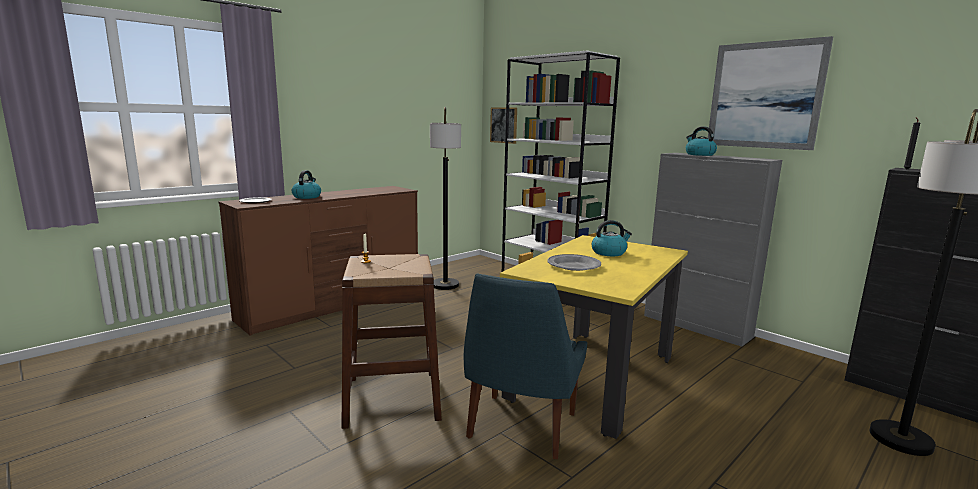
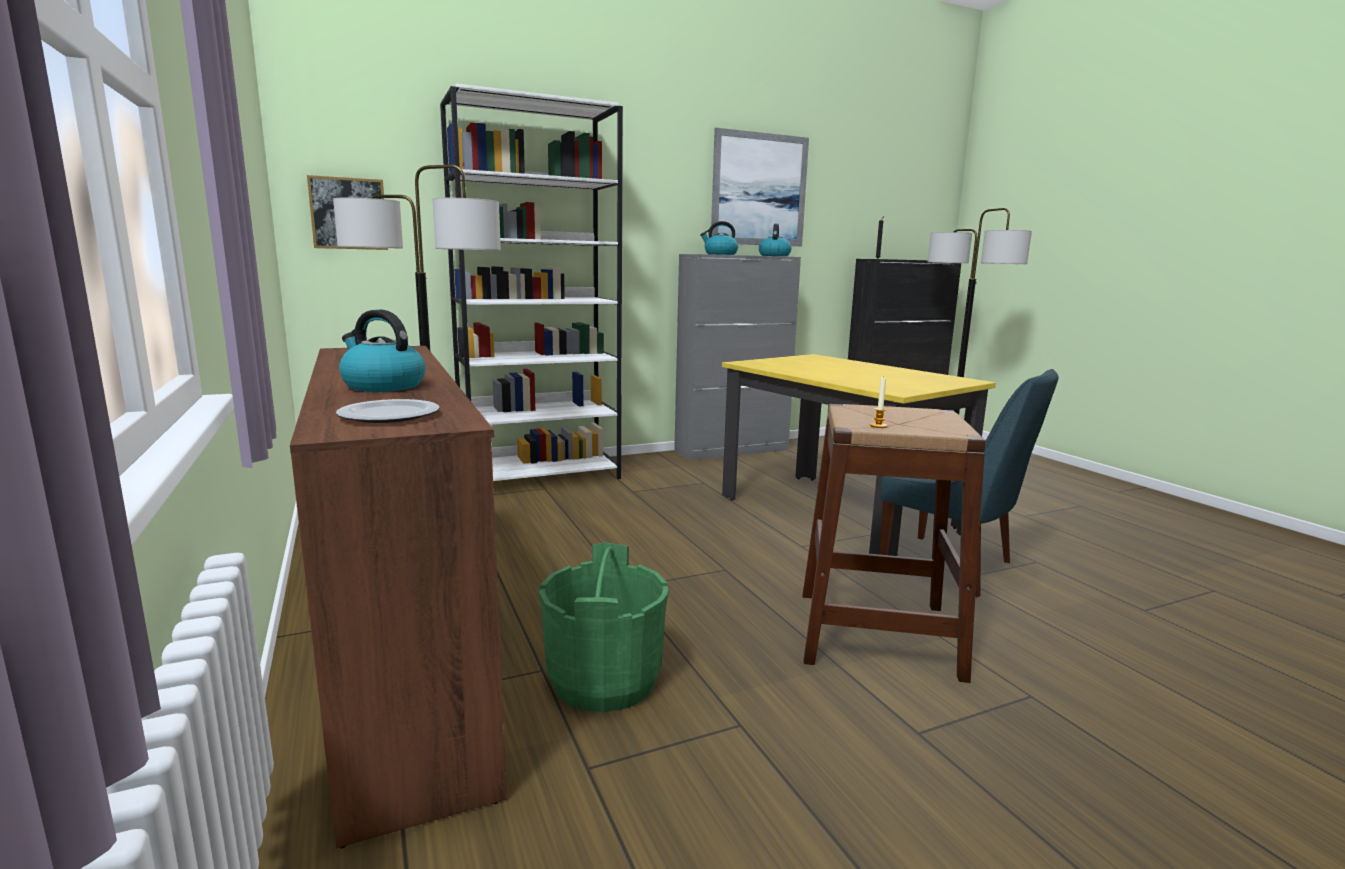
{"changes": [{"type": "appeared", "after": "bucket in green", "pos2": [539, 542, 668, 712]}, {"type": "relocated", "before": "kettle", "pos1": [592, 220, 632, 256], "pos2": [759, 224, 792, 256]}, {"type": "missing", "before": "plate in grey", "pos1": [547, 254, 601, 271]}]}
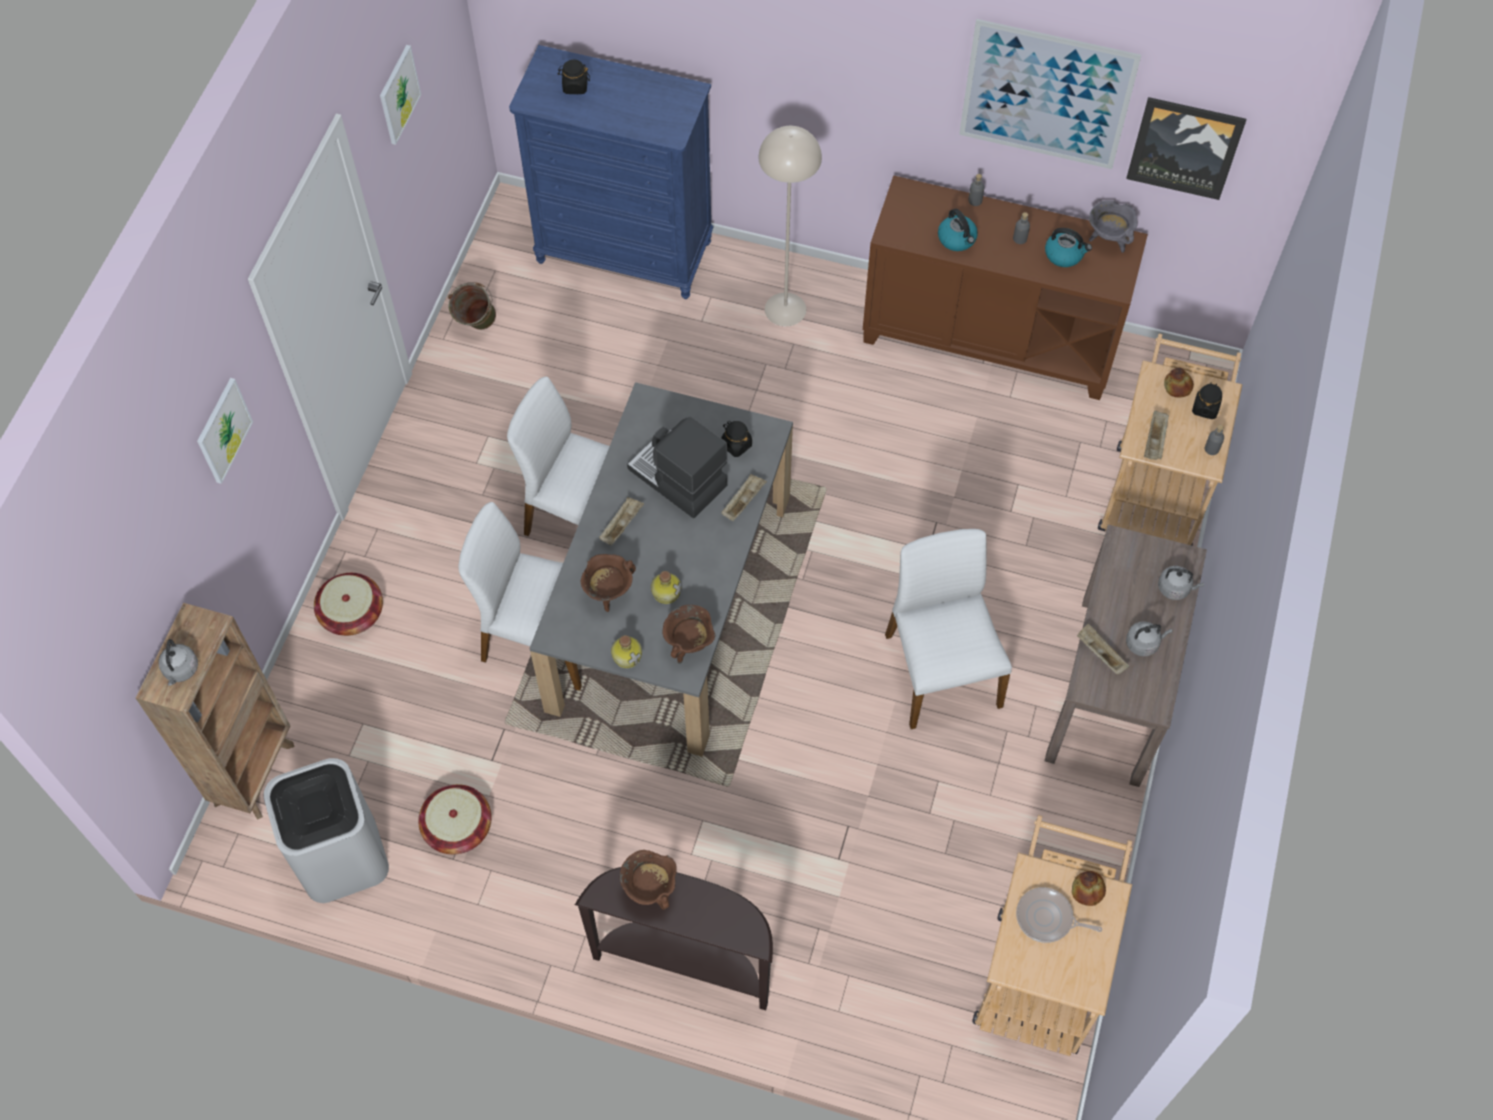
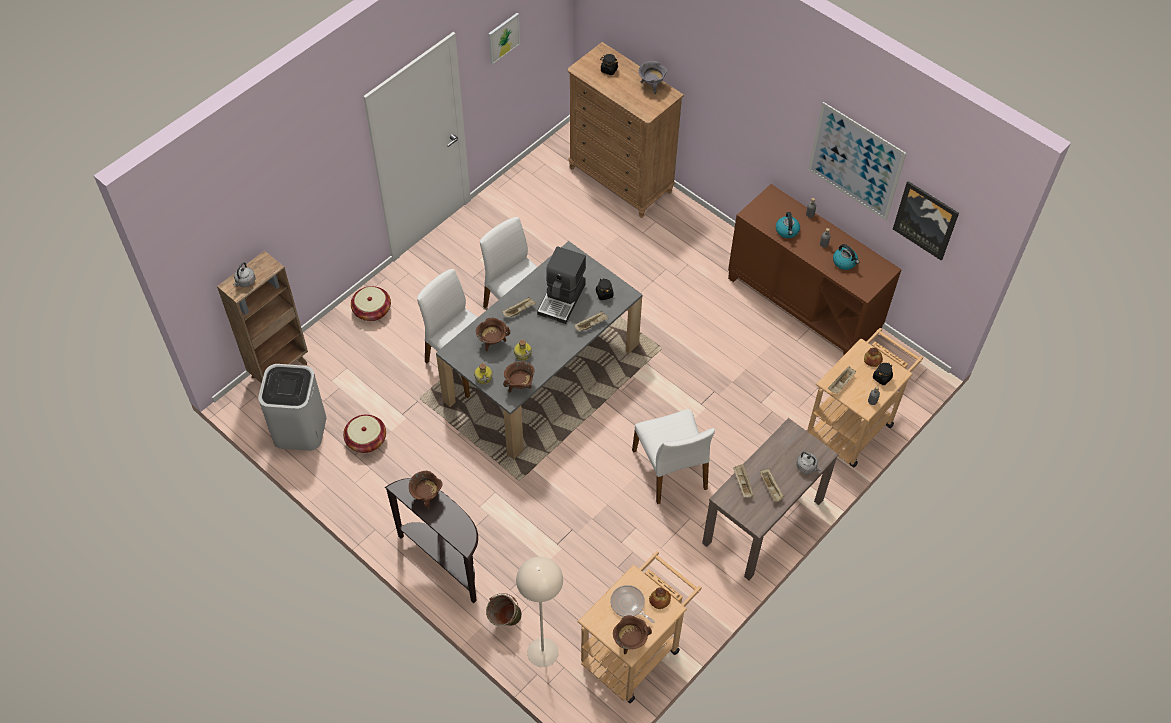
{"changes": [{"type": "relocated", "before": "bucket in green", "pos1": [448, 282, 496, 330], "pos2": [486, 593, 522, 626]}, {"type": "relocated", "before": "floor lamp in beige", "pos1": [759, 126, 822, 326], "pos2": [516, 557, 563, 667]}, {"type": "spun", "before": "coffee machine", "pos1": [627, 417, 728, 518], "pos2": [537, 246, 586, 324], "turn": -135}, {"type": "colour", "before": "dresser in blue", "after": "dresser in brown", "pos1": [509, 45, 714, 299], "pos2": [568, 42, 684, 218]}, {"type": "appeared", "after": "cooking pot in brown", "pos2": [613, 615, 652, 654]}, {"type": "spun", "before": "chair in white", "pos1": [885, 529, 1012, 729], "pos2": [632, 409, 715, 504], "turn": 150}, {"type": "relocated", "before": "cooking pot in grey", "pos1": [1089, 200, 1138, 253], "pos2": [639, 61, 668, 94]}, {"type": "exchanged", "before": "kettle in grey", "after": "tray in beige", "pos1": [1126, 621, 1172, 656], "pos2": [760, 469, 784, 502]}, {"type": "missing", "before": "picture", "pos1": [197, 378, 253, 484]}]}
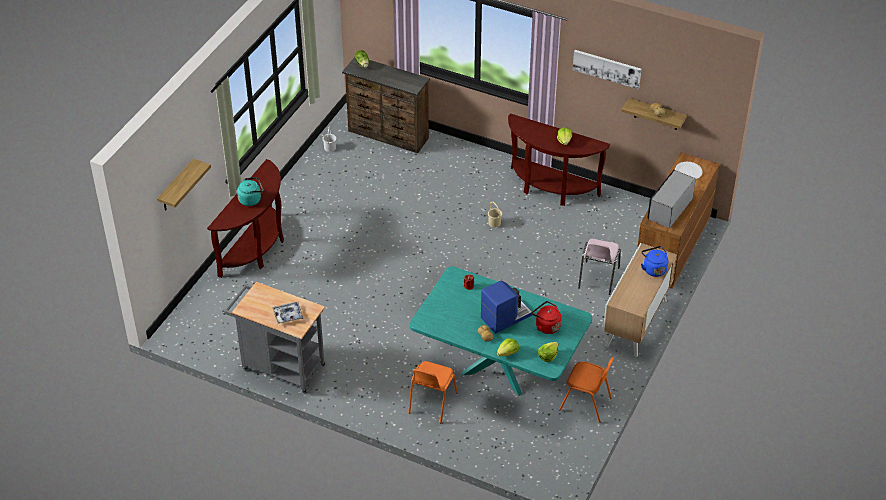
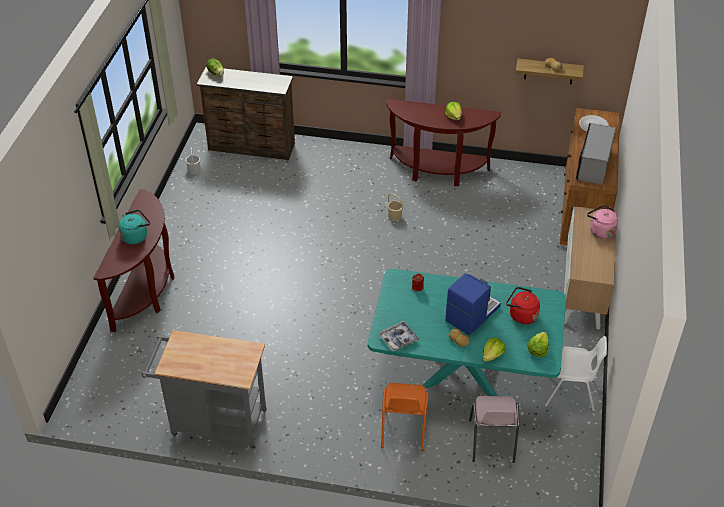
{"changes": [{"type": "relocated", "before": "tray", "pos1": [272, 301, 303, 324], "pos2": [378, 321, 420, 352]}, {"type": "relocated", "before": "chair in pink", "pos1": [578, 239, 621, 295], "pos2": [469, 396, 520, 463]}, {"type": "colour", "before": "chair in orange", "after": "chair in white", "pos1": [559, 357, 614, 423], "pos2": [545, 336, 607, 411]}, {"type": "colour", "before": "kettle in blue", "after": "kettle in pink", "pos1": [641, 246, 668, 277], "pos2": [587, 205, 618, 239]}, {"type": "missing", "before": "shelf", "pos1": [157, 159, 211, 211]}, {"type": "missing", "before": "picture", "pos1": [573, 50, 641, 89]}]}
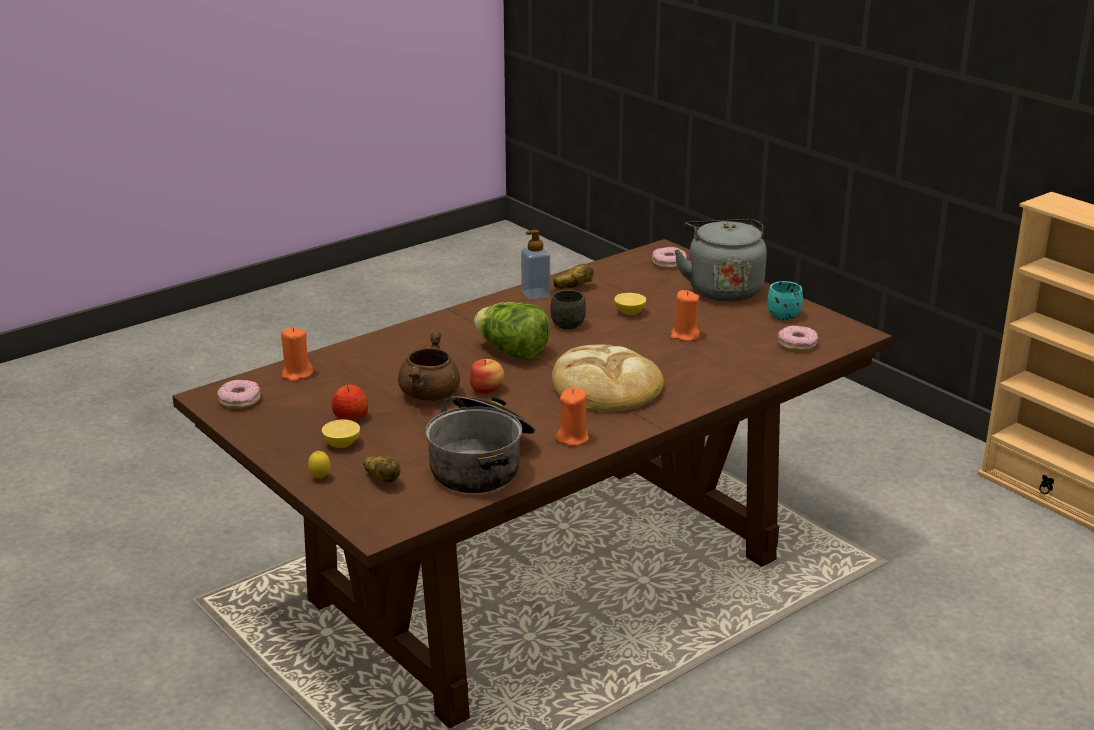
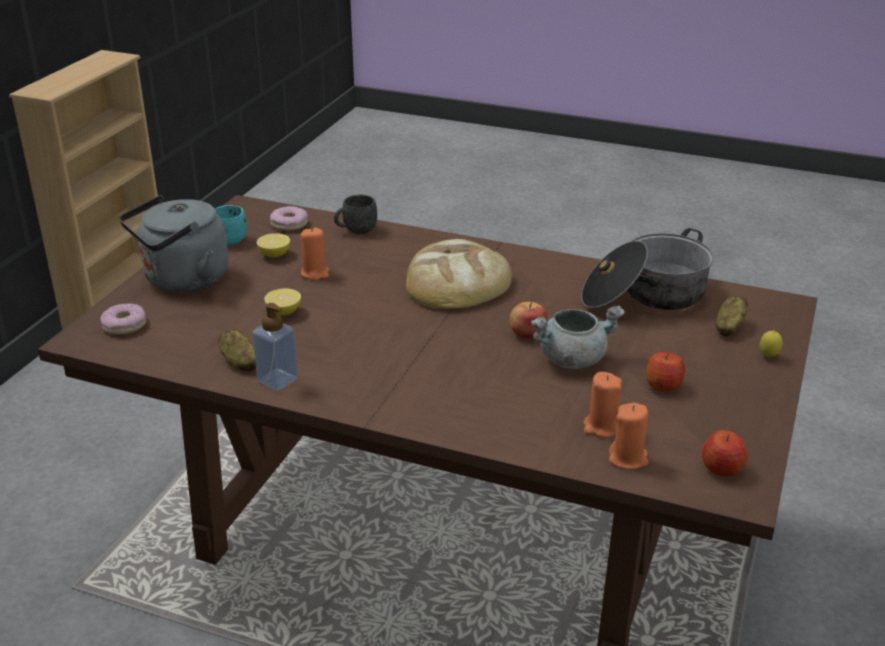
{"changes": [{"type": "relocated", "before": "lemon", "pos1": [322, 419, 360, 448], "pos2": [257, 233, 290, 257]}, {"type": "relocated", "before": "mug in grey", "pos1": [551, 290, 586, 330], "pos2": [334, 195, 377, 234]}, {"type": "colour", "before": "cooking pot in brown", "after": "cooking pot in grey", "pos1": [398, 331, 460, 401], "pos2": [531, 306, 625, 369]}, {"type": "relocated", "before": "candle in orange", "pos1": [556, 387, 589, 446], "pos2": [583, 372, 622, 438]}, {"type": "exchanged", "before": "donut", "after": "apple", "pos1": [217, 380, 260, 409], "pos2": [702, 430, 748, 477]}, {"type": "missing", "before": "lettuce", "pos1": [474, 302, 550, 361]}]}
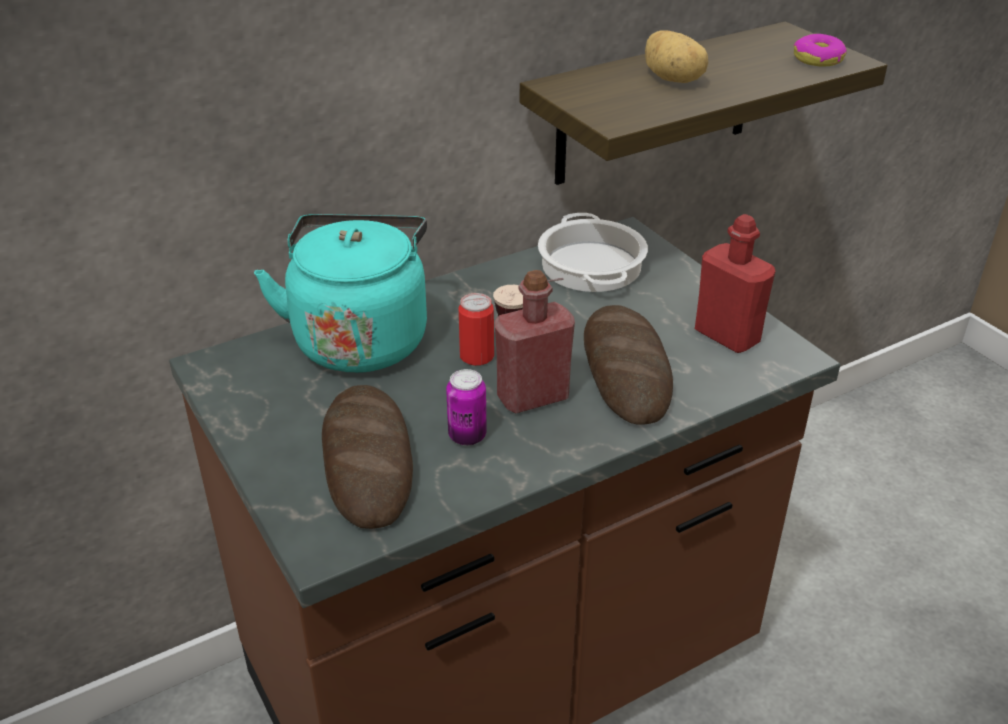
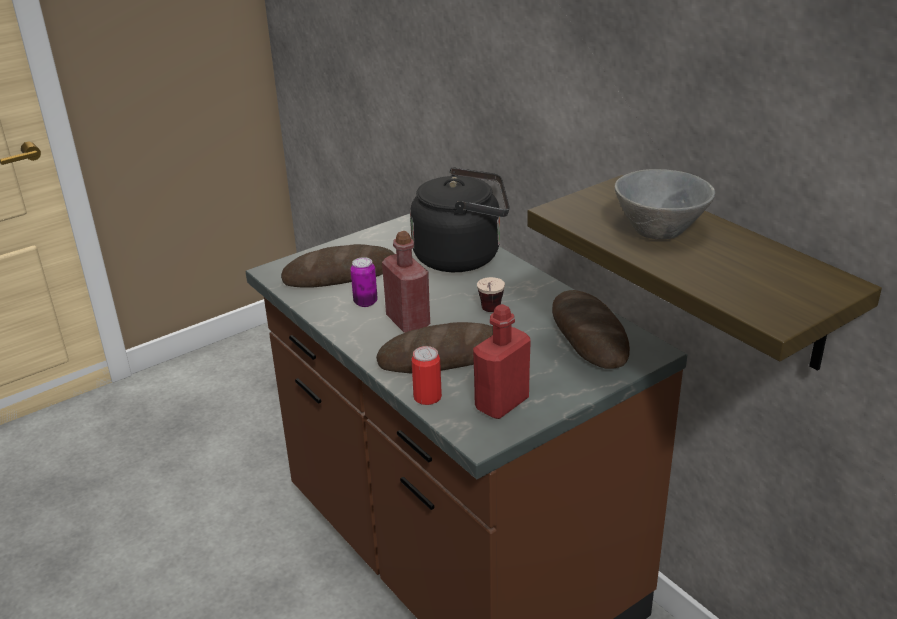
{"changes": [{"type": "colour", "before": "kettle in turquoise", "after": "kettle in black", "pos1": [254, 214, 427, 373], "pos2": [410, 167, 510, 272]}, {"type": "relocated", "before": "can", "pos1": [459, 293, 494, 366], "pos2": [411, 346, 442, 405]}, {"type": "exchanged", "before": "cooking pot", "after": "bread", "pos1": [538, 213, 648, 292], "pos2": [552, 290, 630, 369]}, {"type": "exchanged", "before": "potato", "after": "bowl in grey", "pos1": [645, 30, 708, 83], "pos2": [615, 169, 715, 240]}, {"type": "missing", "before": "donut", "pos1": [794, 34, 847, 67]}]}
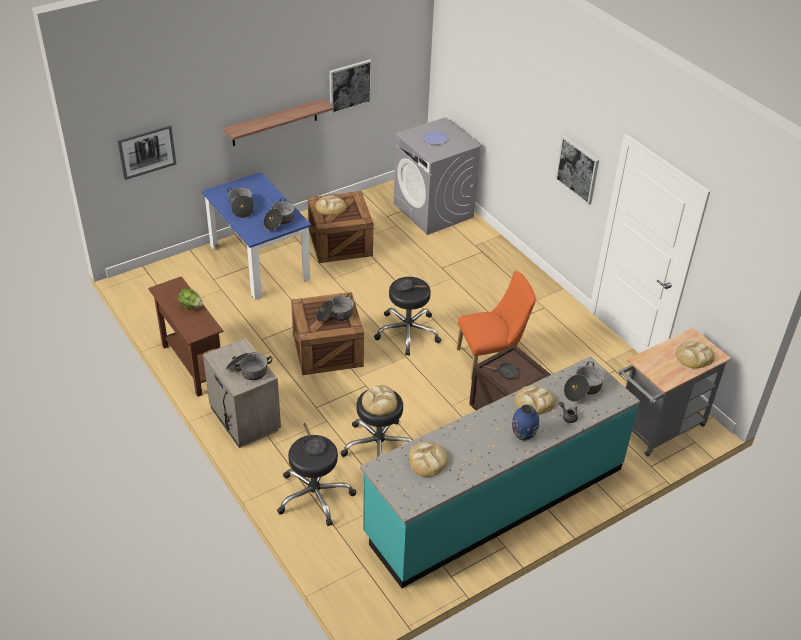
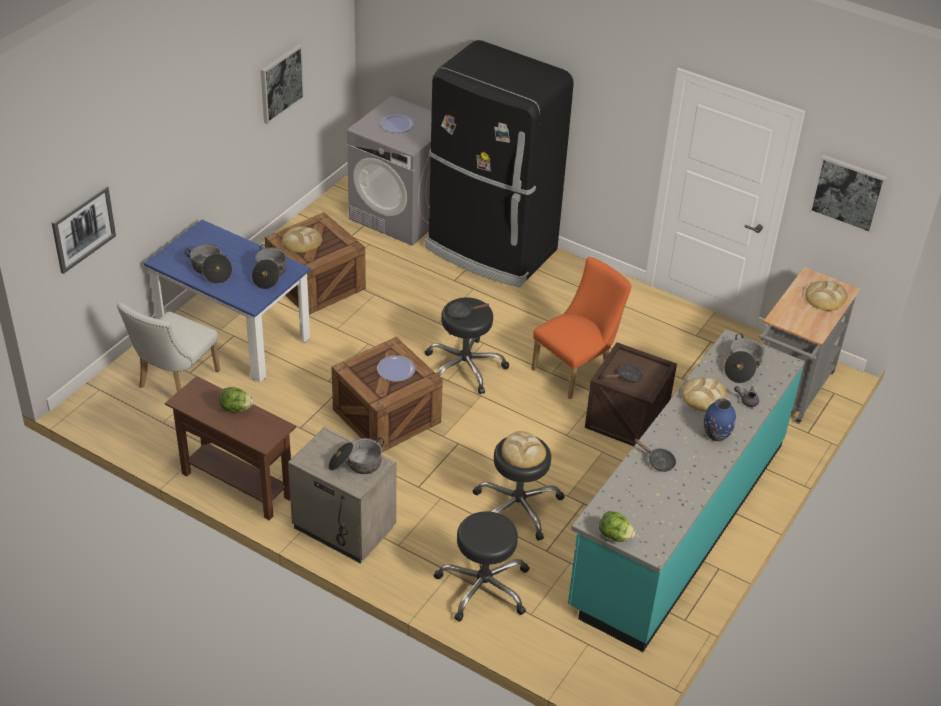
{"changes": [{"type": "appeared", "after": "chair in white", "pos2": [117, 303, 220, 392]}, {"type": "exchanged", "before": "cooking pot", "after": "plate", "pos1": [316, 294, 354, 322], "pos2": [377, 356, 415, 382]}, {"type": "appeared", "after": "fridge in black", "pos2": [425, 40, 574, 287]}, {"type": "appeared", "after": "lettuce", "pos2": [599, 511, 635, 542]}, {"type": "relocated", "before": "frying pan in black", "pos1": [303, 423, 326, 455], "pos2": [634, 439, 676, 472]}, {"type": "relocated", "before": "picture", "pos1": [555, 135, 599, 205], "pos2": [809, 155, 888, 234]}, {"type": "missing", "before": "shelf", "pos1": [223, 99, 333, 146]}, {"type": "missing", "before": "bread", "pos1": [409, 442, 448, 477]}]}
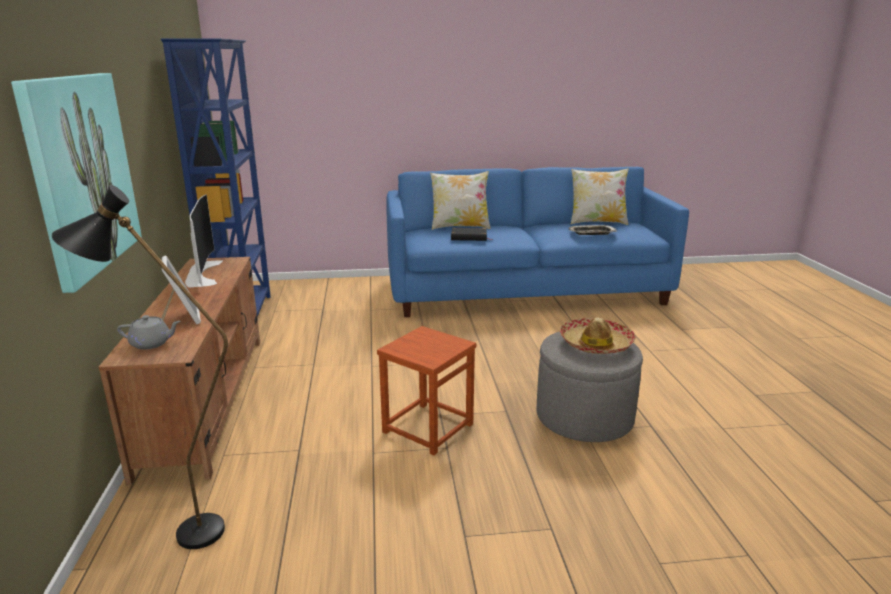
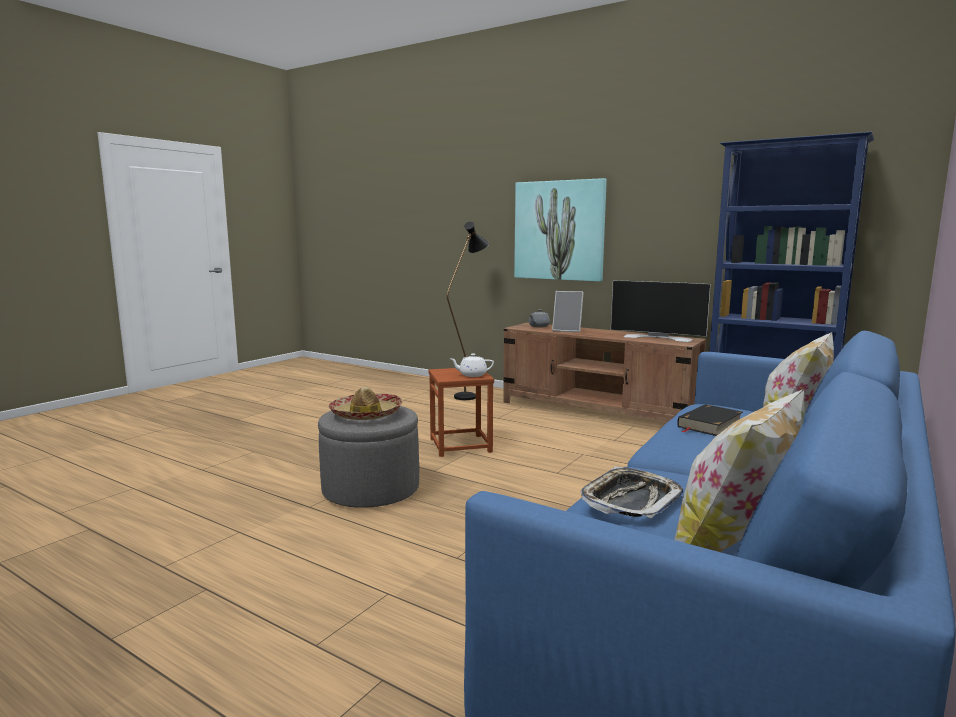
{"changes": [{"type": "appeared", "after": "teapot in white", "pos2": [451, 354, 494, 377]}]}
